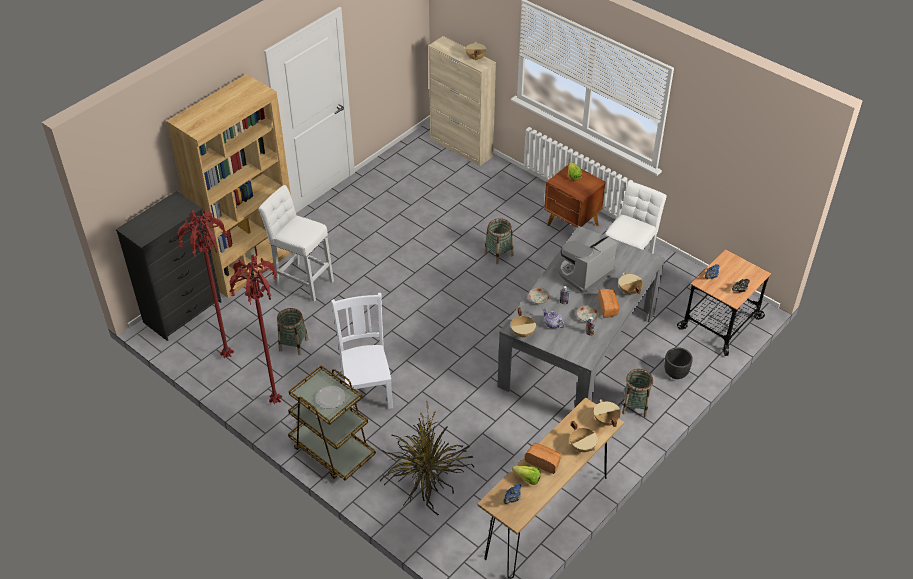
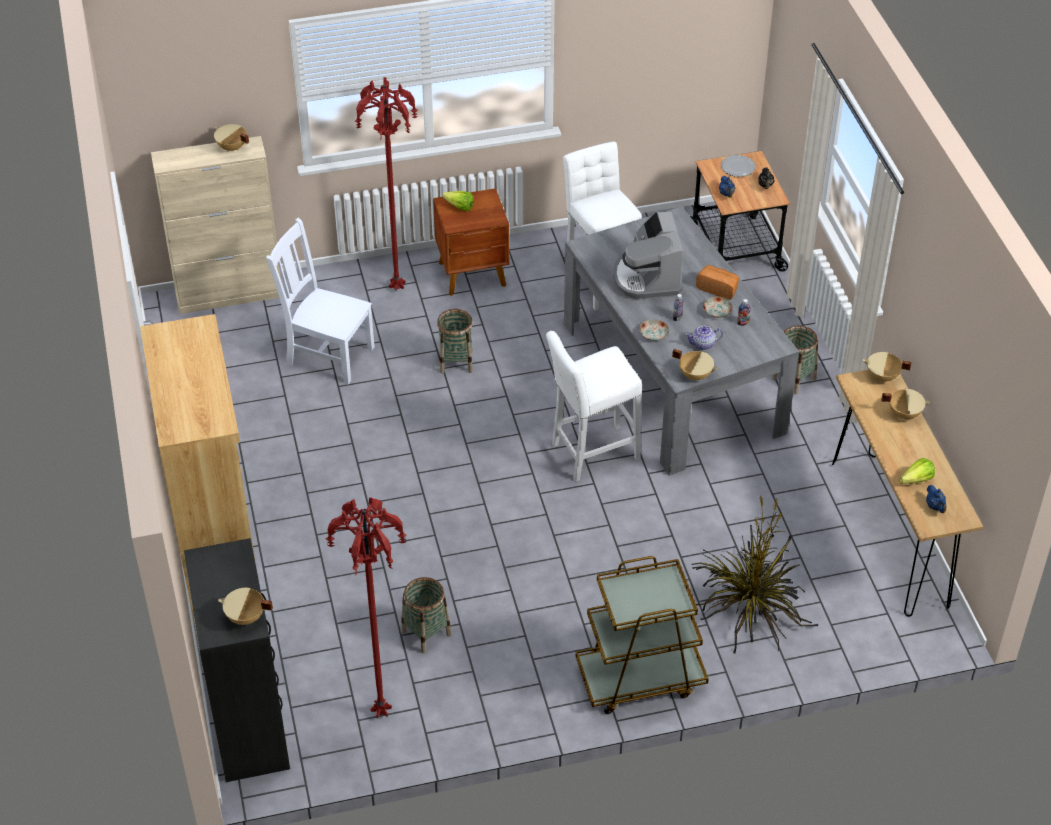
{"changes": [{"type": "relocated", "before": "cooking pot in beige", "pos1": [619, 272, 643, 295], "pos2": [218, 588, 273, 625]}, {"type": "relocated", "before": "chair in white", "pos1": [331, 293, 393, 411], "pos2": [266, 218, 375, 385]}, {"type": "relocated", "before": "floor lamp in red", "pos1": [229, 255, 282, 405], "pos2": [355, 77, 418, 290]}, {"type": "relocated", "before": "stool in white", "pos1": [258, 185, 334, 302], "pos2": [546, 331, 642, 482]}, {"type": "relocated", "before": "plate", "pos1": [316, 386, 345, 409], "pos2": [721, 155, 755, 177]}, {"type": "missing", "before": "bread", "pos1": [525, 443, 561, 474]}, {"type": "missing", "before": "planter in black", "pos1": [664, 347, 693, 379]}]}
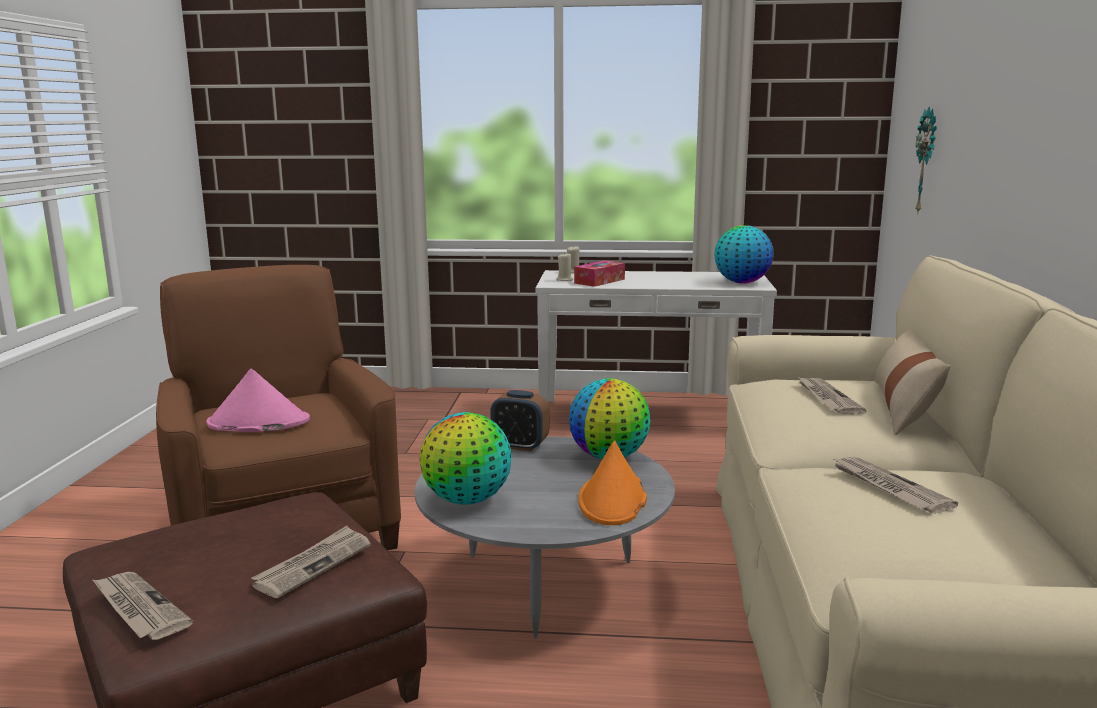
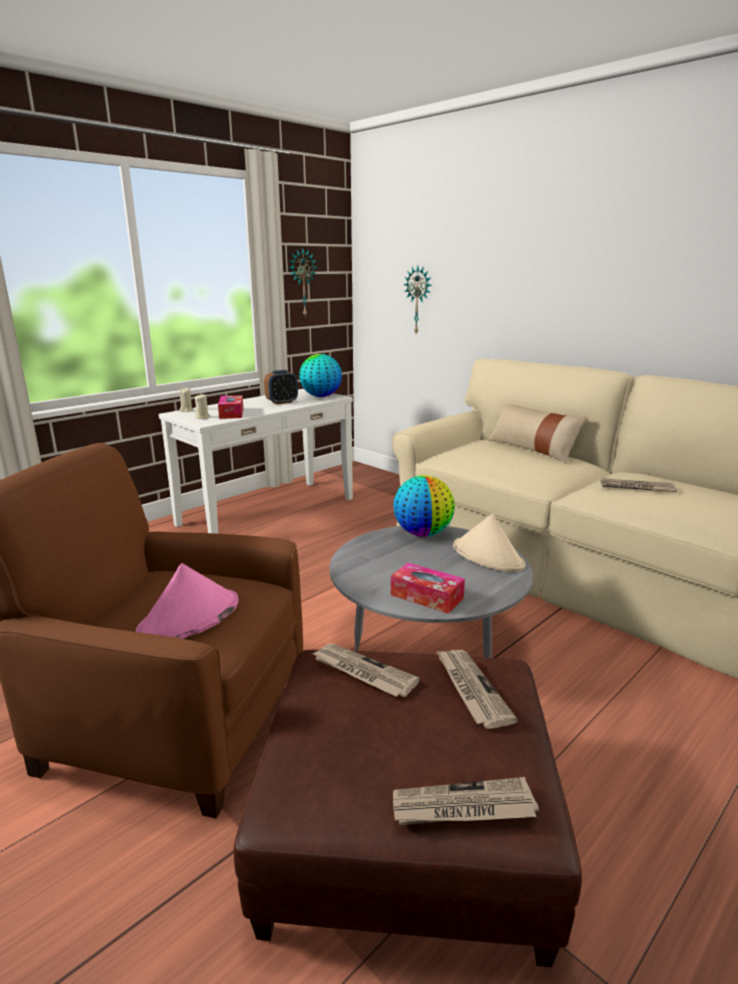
{"changes": [{"type": "relocated", "before": "alarm clock", "pos1": [490, 390, 549, 451], "pos2": [264, 370, 298, 405]}, {"type": "appeared", "after": "wall clock", "pos2": [289, 248, 318, 316]}, {"type": "relocated", "before": "newspaper", "pos1": [798, 377, 867, 414], "pos2": [312, 643, 420, 697]}, {"type": "exchanged", "before": "globe", "after": "tissue box", "pos1": [420, 412, 512, 505], "pos2": [391, 563, 465, 614]}, {"type": "colour", "before": "hat in orange", "after": "hat in beige", "pos1": [579, 441, 647, 525], "pos2": [453, 513, 525, 572]}]}
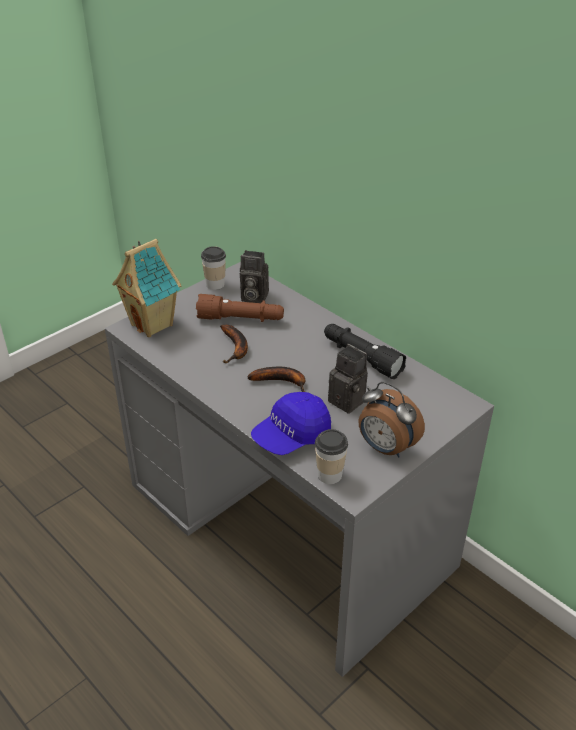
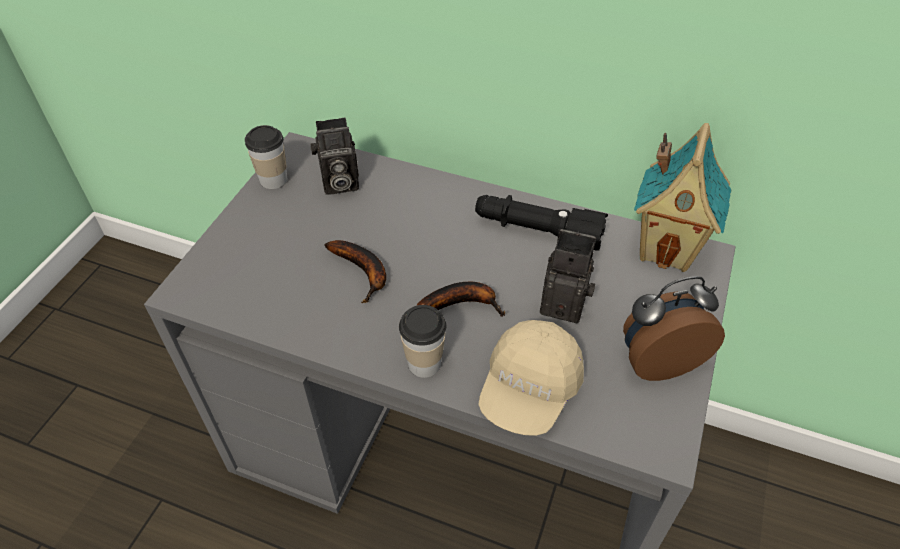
{"changes": [{"type": "relocated", "before": "cup", "pos1": [315, 429, 348, 484], "pos2": [399, 305, 446, 378]}, {"type": "colour", "before": "cap in blue", "after": "cap in beige", "pos1": [251, 392, 331, 455], "pos2": [478, 320, 584, 436]}, {"type": "spun", "before": "alarm clock", "pos1": [358, 382, 425, 458], "pos2": [623, 276, 725, 381], "turn": 150}, {"type": "relocated", "before": "toy house", "pos1": [112, 239, 181, 337], "pos2": [634, 123, 731, 272]}, {"type": "missing", "before": "flashlight in brown", "pos1": [196, 294, 284, 322]}]}
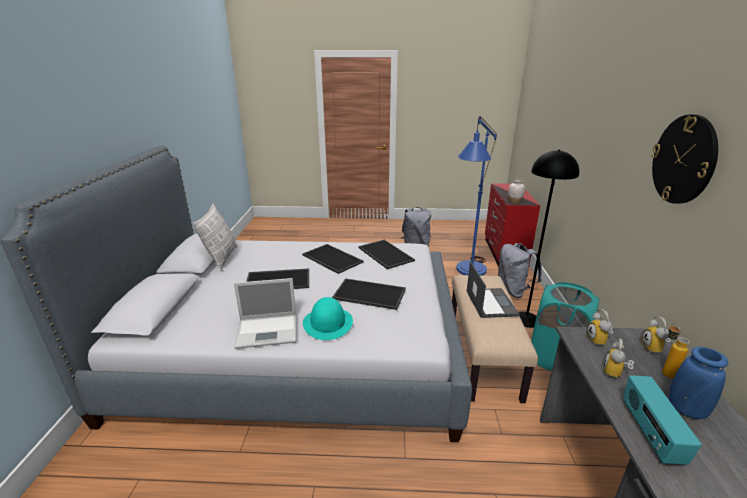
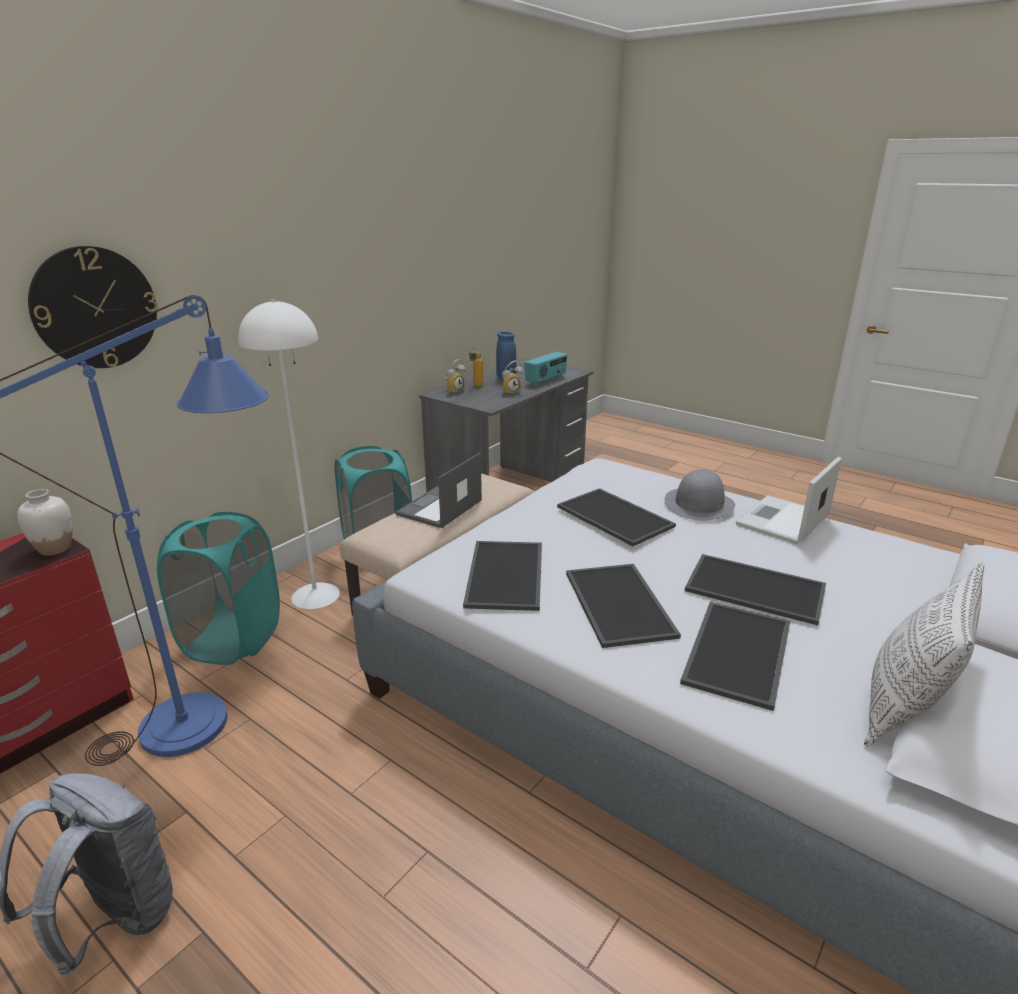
{"changes": [{"type": "relocated", "before": "wall clock", "pos1": [652, 114, 718, 204], "pos2": [28, 246, 158, 368]}, {"type": "exchanged", "before": "backpack in grey", "after": "laundry basket in turquoise", "pos1": [498, 243, 542, 298], "pos2": [157, 512, 280, 665]}, {"type": "colour", "before": "floor lamp in black", "after": "floor lamp in white", "pos1": [518, 150, 579, 328], "pos2": [238, 300, 340, 609]}, {"type": "colour", "before": "hat in turquoise", "after": "hat in grey", "pos1": [303, 297, 353, 340], "pos2": [665, 469, 735, 521]}, {"type": "appeared", "after": "tray", "pos2": [680, 602, 790, 711]}, {"type": "spun", "before": "laptop", "pos1": [234, 278, 296, 349], "pos2": [736, 457, 842, 544], "turn": -75}, {"type": "missing", "before": "alarm clock", "pos1": [586, 310, 613, 347]}]}
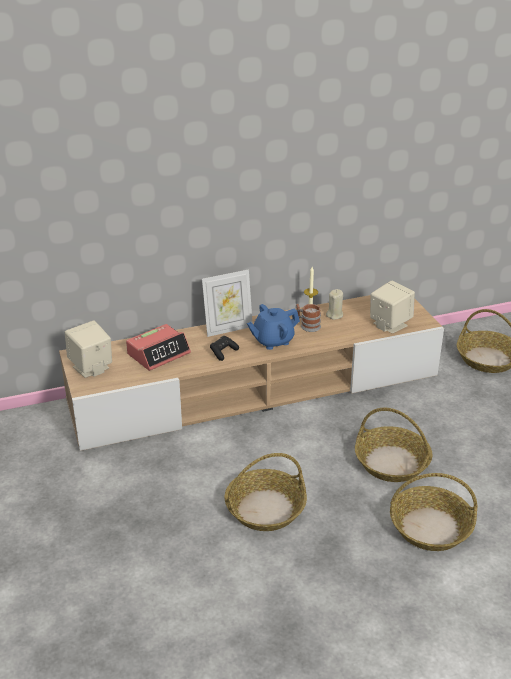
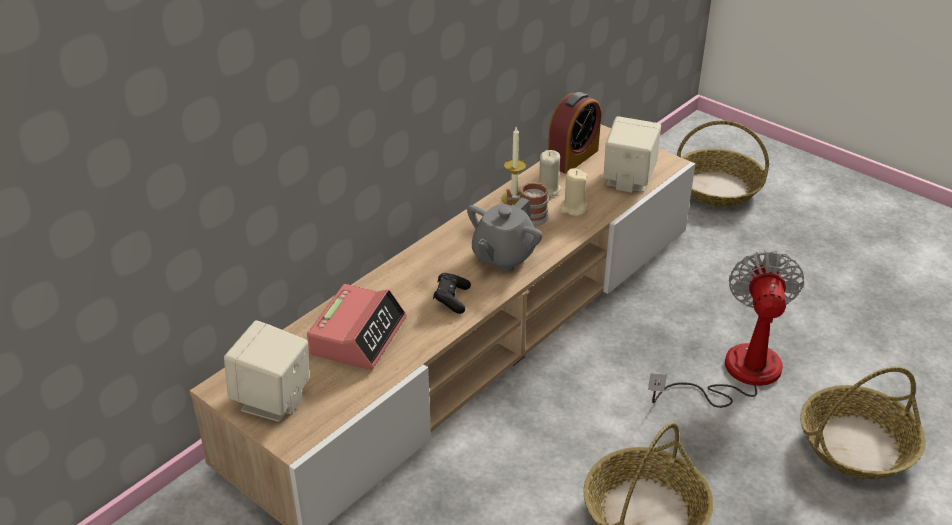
{"changes": [{"type": "colour", "before": "teapot in blue", "after": "teapot in grey", "pos1": [247, 304, 300, 350], "pos2": [467, 197, 542, 272]}, {"type": "appeared", "after": "alarm clock", "pos2": [548, 92, 601, 174]}, {"type": "appeared", "after": "candle in beige", "pos2": [560, 168, 588, 216]}, {"type": "exchanged", "before": "basket", "after": "fan", "pos1": [355, 408, 433, 482], "pos2": [648, 250, 805, 408]}, {"type": "missing", "before": "picture frame", "pos1": [202, 269, 253, 337]}]}
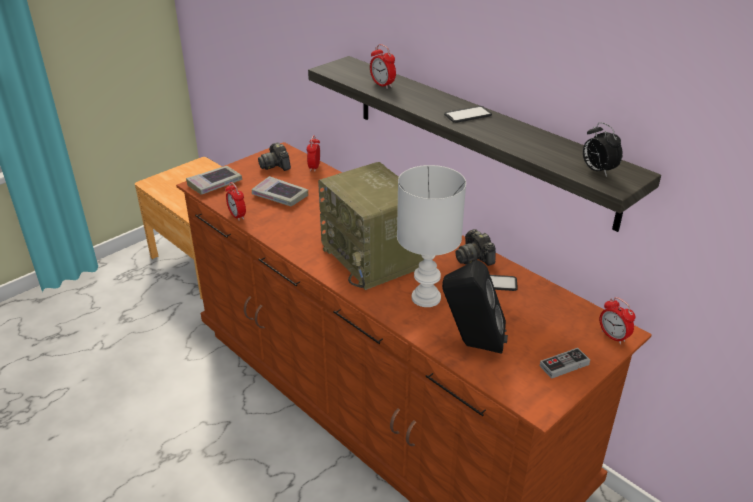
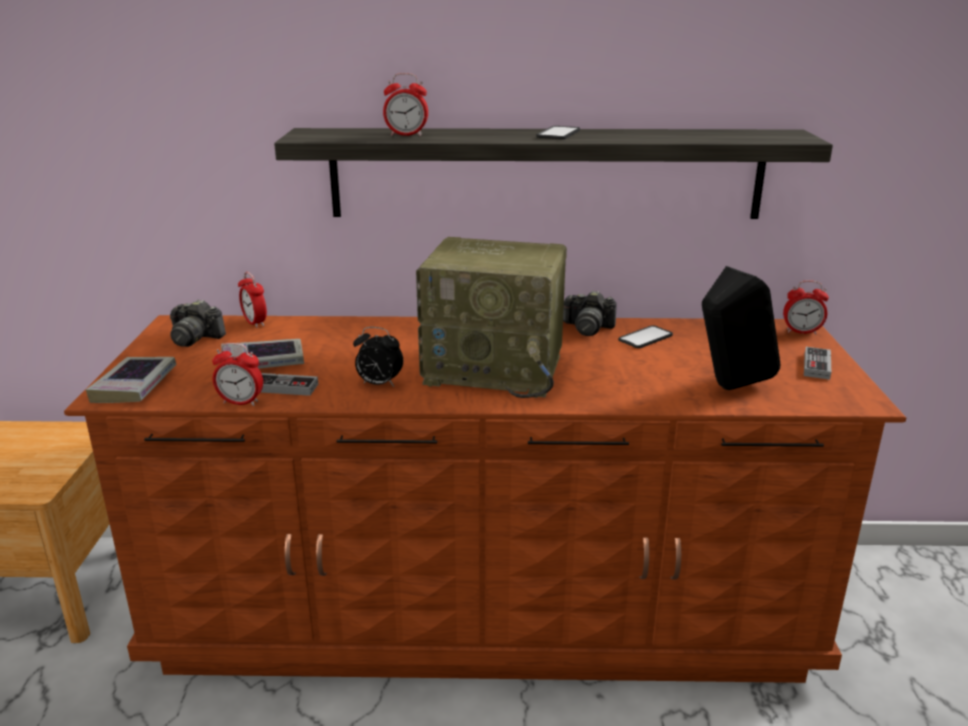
{"changes": [{"type": "appeared", "after": "game controller", "pos2": [261, 373, 318, 396]}, {"type": "relocated", "before": "alarm clock", "pos1": [583, 122, 623, 177], "pos2": [353, 327, 403, 386]}, {"type": "missing", "before": "table lamp in white", "pos1": [397, 165, 466, 307]}]}
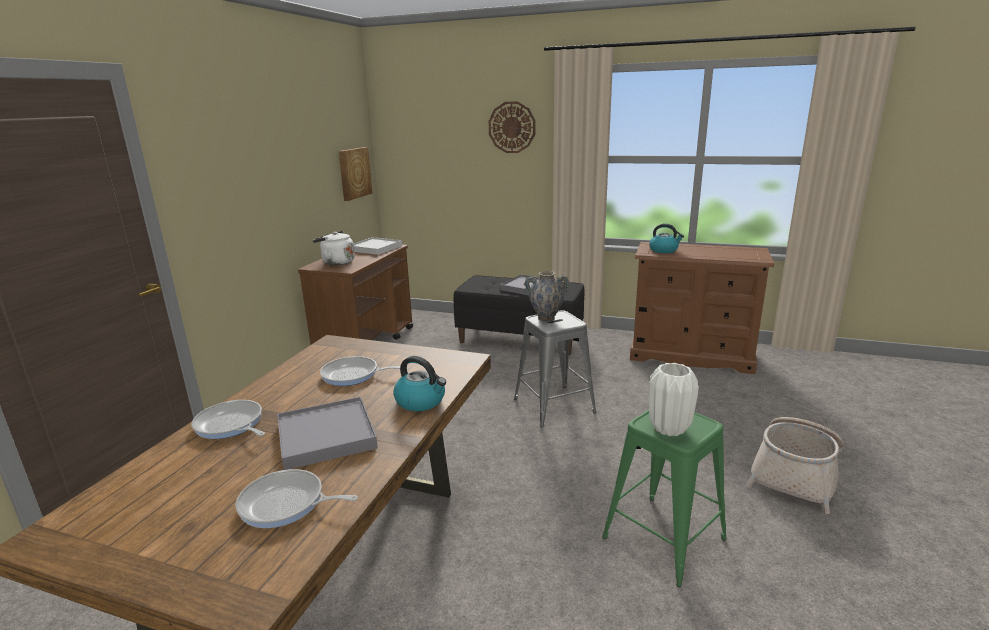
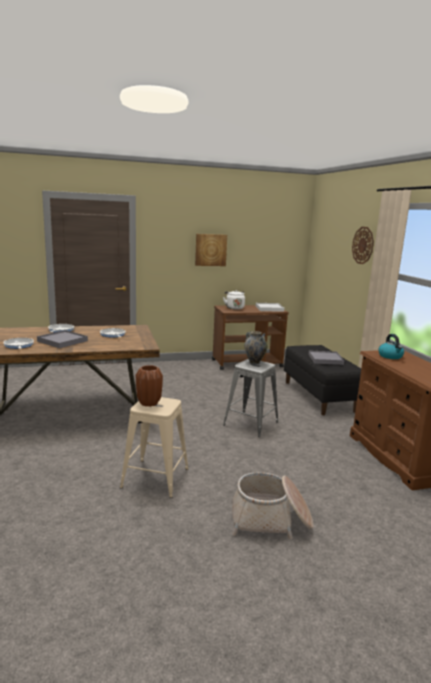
{"changes": [{"type": "colour", "before": "stool in green", "after": "stool in beige", "pos1": [602, 410, 727, 587], "pos2": [120, 397, 188, 498]}, {"type": "colour", "before": "vase in white", "after": "vase in brown", "pos1": [649, 363, 699, 436], "pos2": [136, 365, 163, 407]}, {"type": "relocated", "before": "picture", "pos1": [338, 147, 372, 201], "pos2": [195, 234, 227, 266]}, {"type": "missing", "before": "kettle", "pos1": [393, 356, 446, 411]}]}
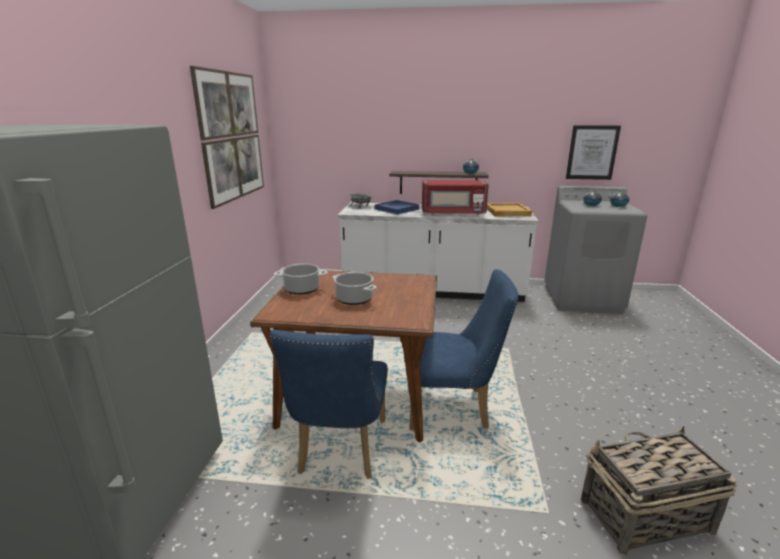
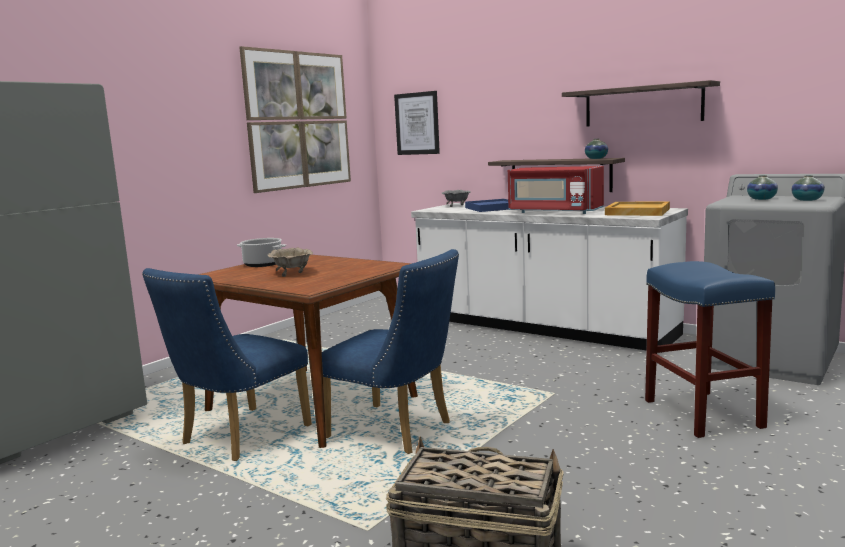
{"changes": [{"type": "exchanged", "before": "cooking pot", "after": "bowl in beige", "pos1": [333, 272, 377, 305], "pos2": [268, 247, 313, 277]}, {"type": "relocated", "before": "picture", "pos1": [566, 125, 621, 180], "pos2": [394, 91, 440, 155]}, {"type": "appeared", "after": "shelf", "pos2": [562, 80, 720, 127]}, {"type": "appeared", "after": "stool in blue", "pos2": [645, 261, 775, 438]}]}
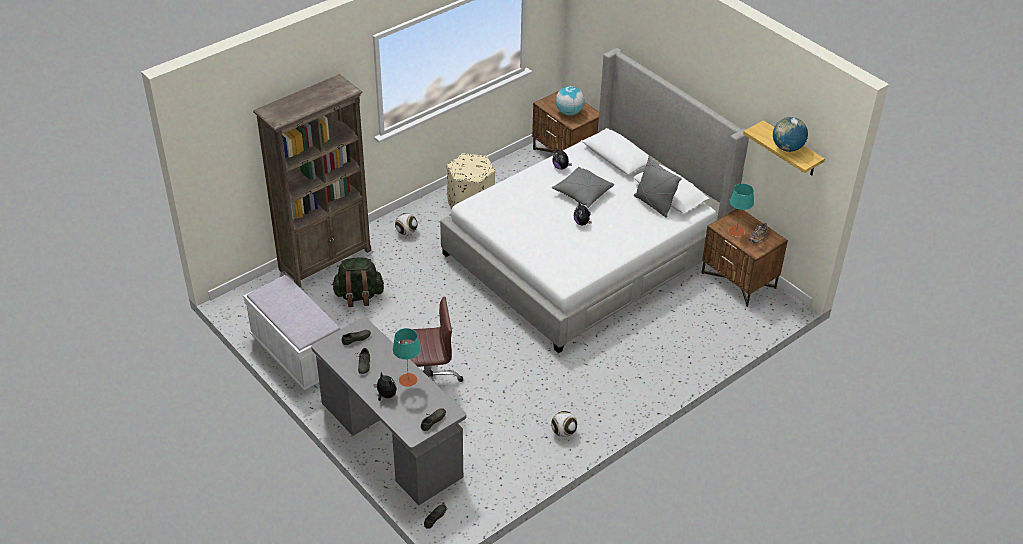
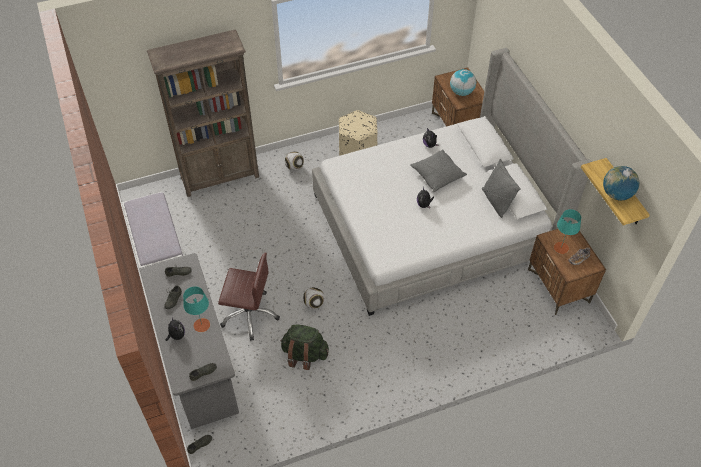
{"changes": [{"type": "relocated", "before": "backpack in green", "pos1": [331, 258, 384, 307], "pos2": [280, 324, 329, 370]}, {"type": "relocated", "before": "football", "pos1": [551, 411, 577, 437], "pos2": [303, 287, 325, 309]}]}
